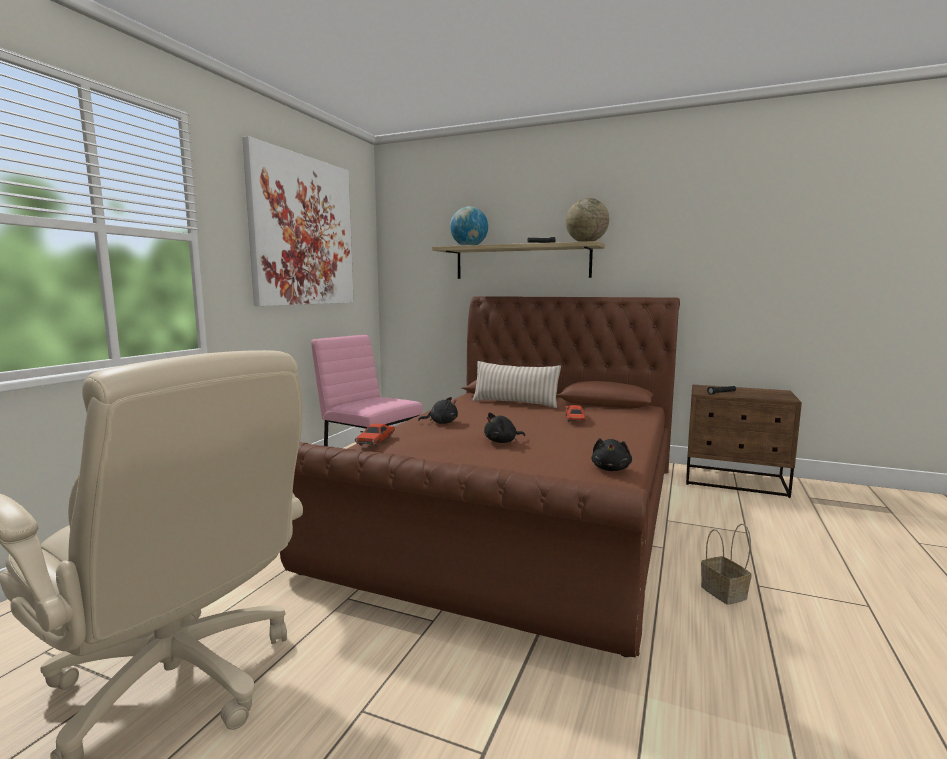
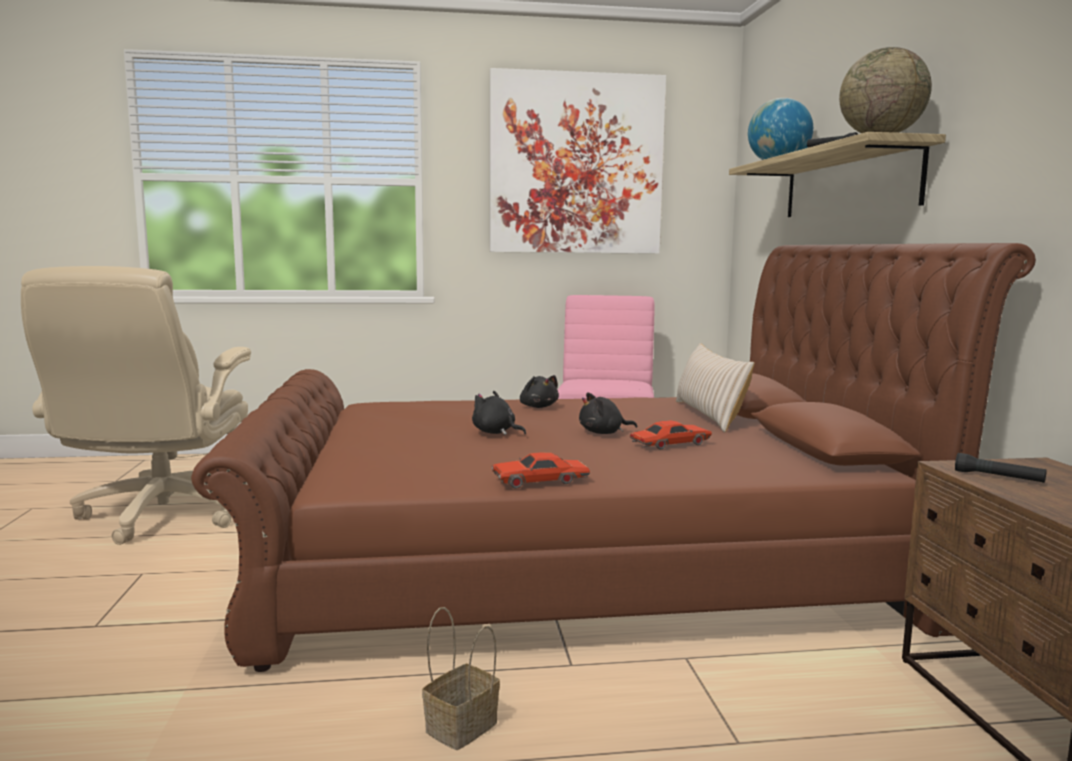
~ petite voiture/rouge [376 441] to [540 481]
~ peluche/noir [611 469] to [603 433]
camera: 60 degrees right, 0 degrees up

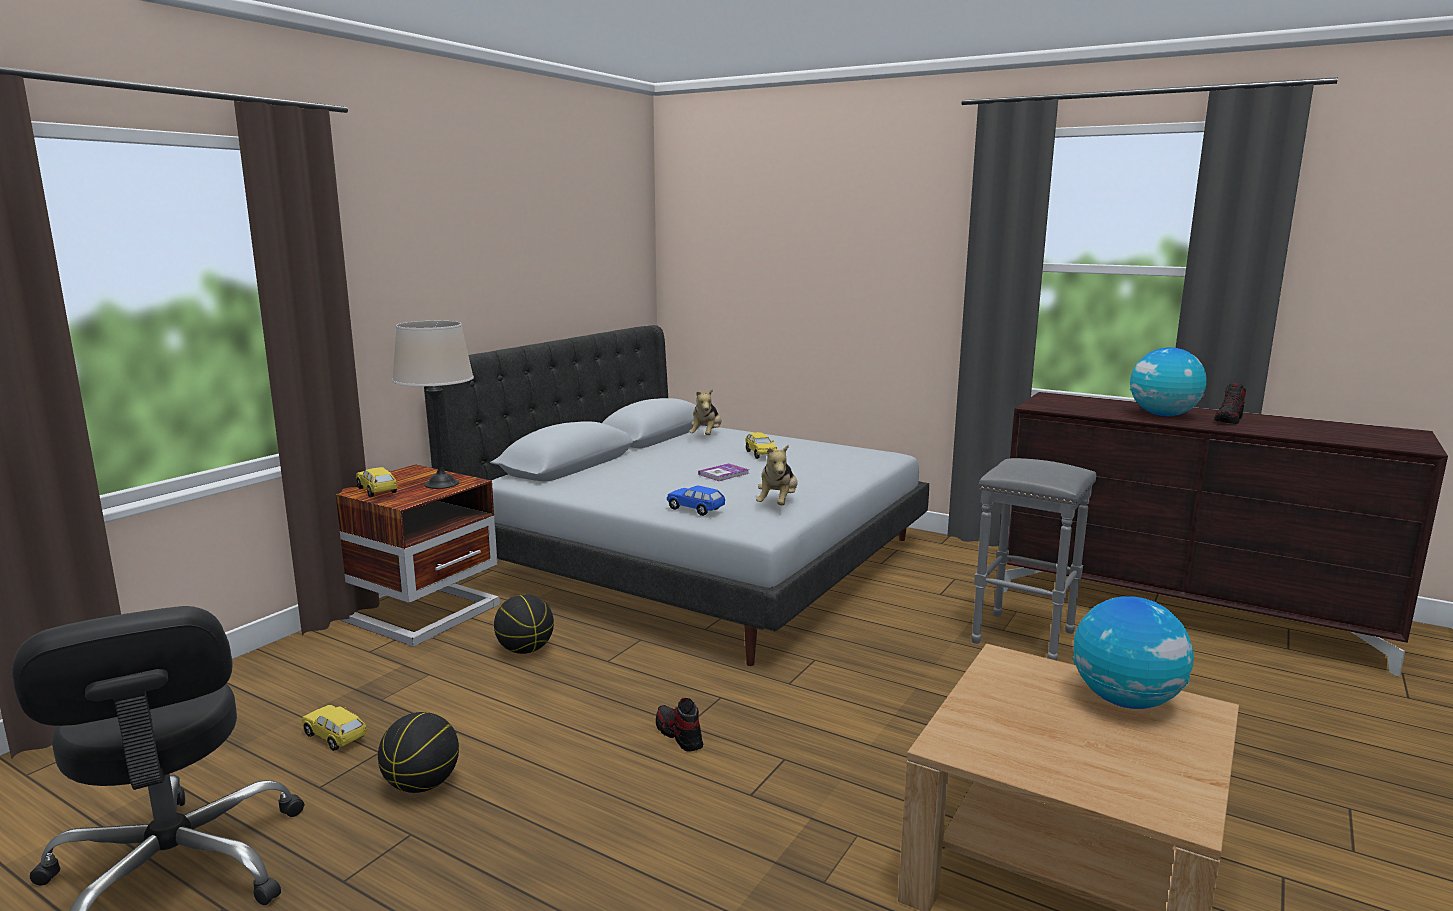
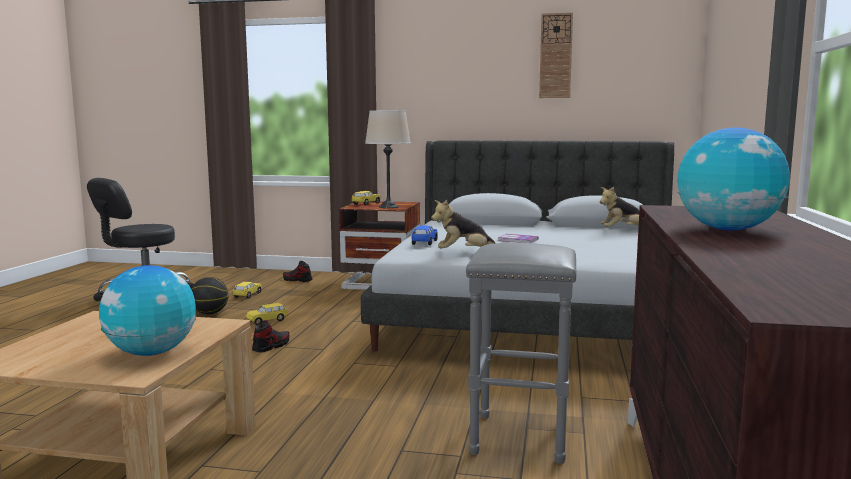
~ petite voiture/jaune [760 454] to [267 321]
~ chaussure [1229 420] to [297 280]
+ horloge murale [555 56]
- ballon de basket [525 650]
camera: 70 degrees right, 5 degrees down

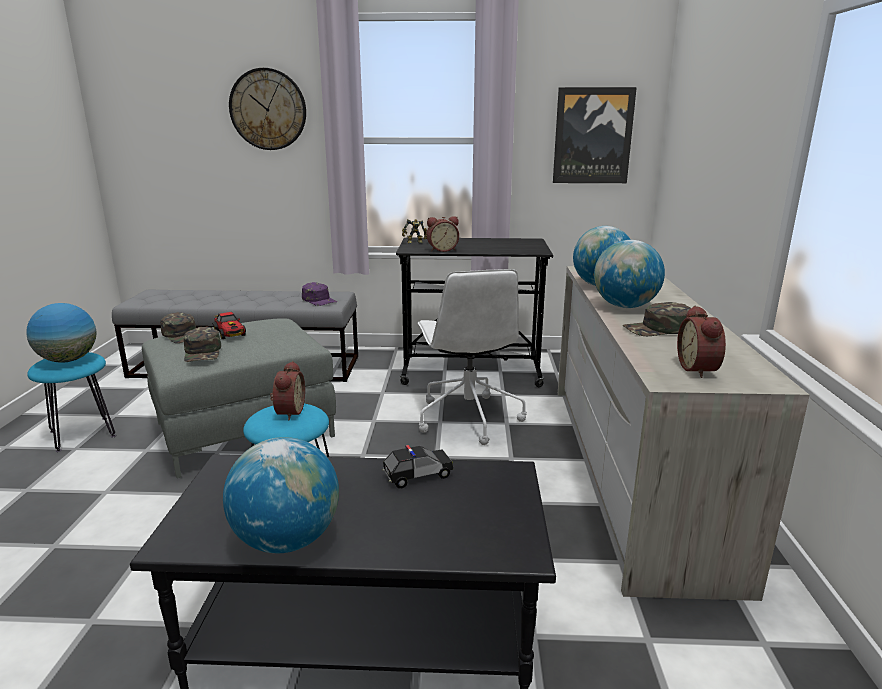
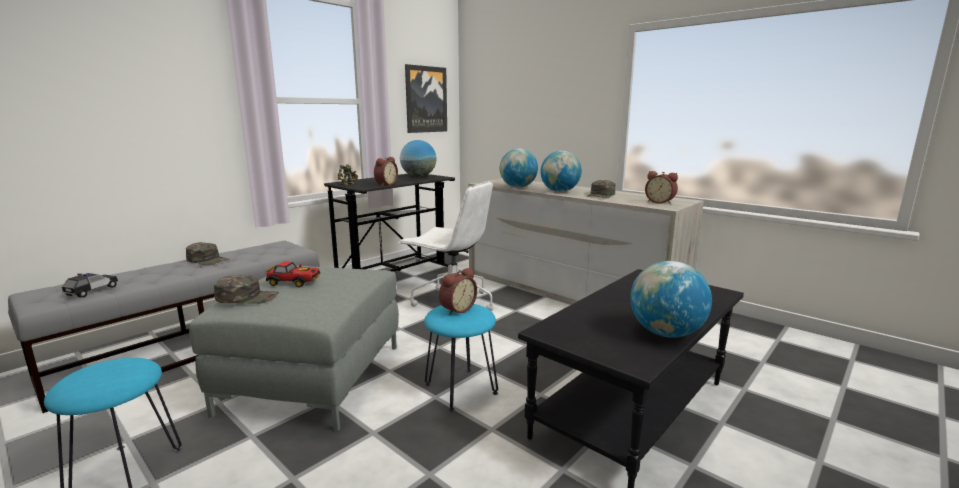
~ petite voiture [417 475] to [91 291]
~ casquette/vert [203 352] to [208 260]
~ globe [68 360] to [418 176]
~ réveil [288 412] = [456 309] 90 degrees clockwise
- horloge murale [268 109]
- casquette/violet [319 300]
camera: 50 degrees left, 5 degrees down

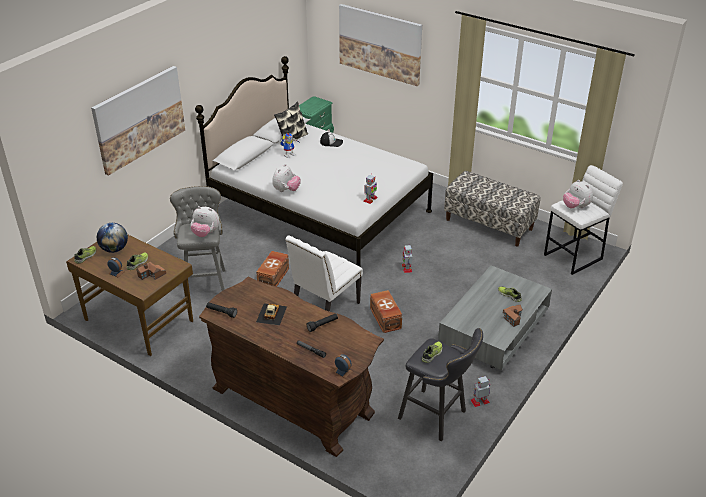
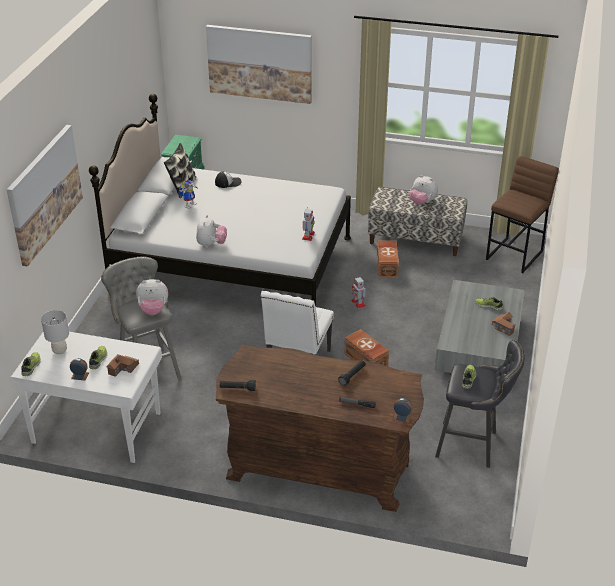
~ bureau/marron [139 319] to bureau/blanc [96 427]
~ globe [114 249] to lampe de table/gris [60 350]
~ boîte de rangement/marron [274 277] to [387 266]
~ peluche [575 207] to [422 202]
~ tabouret/blanc [574 256] to tabouret/marron [515 254]
- petite voiture [271 314]
- robot jouet [480 401]
camera: 20 degrees left, 0 degrees up

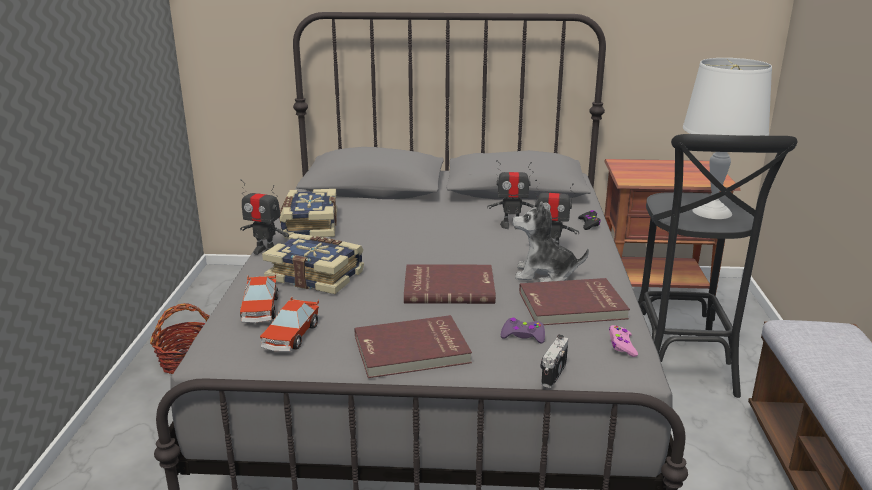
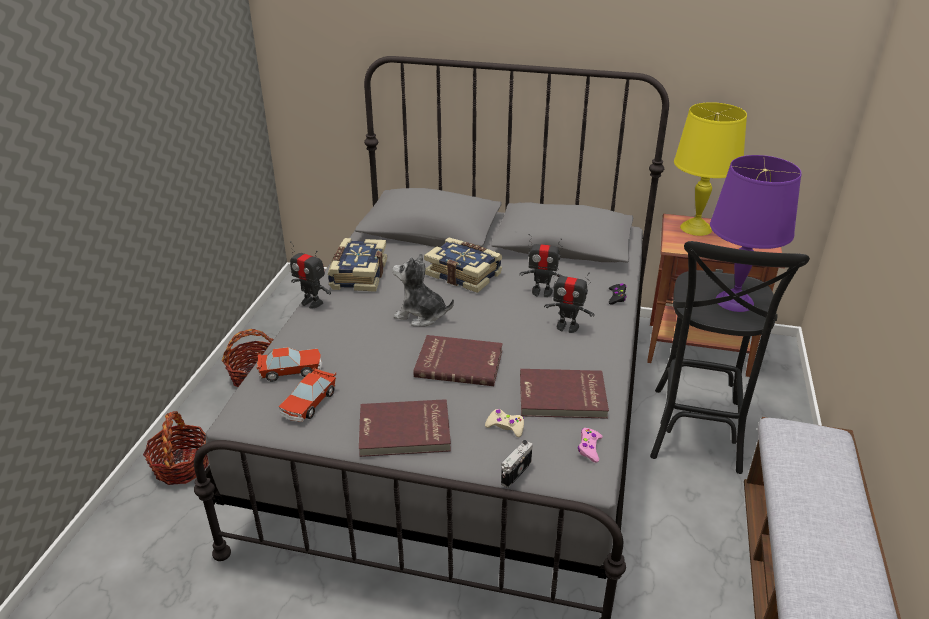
+ panier [182 466]
~ petite voiture [260 309] = [291 371] 105 degrees counterclockwise
~ peluche [544 274] to [421 315]
~ livre [316 275] to [464 274]
~ manette/violet [523 336] to manette/beige [505 426]
+ lampe de table/jaune [695 228]
~ lampe de table/blanc [712 211] to lampe de table/violet [734 301]
camera: 10 degrees right, 10 degrees up

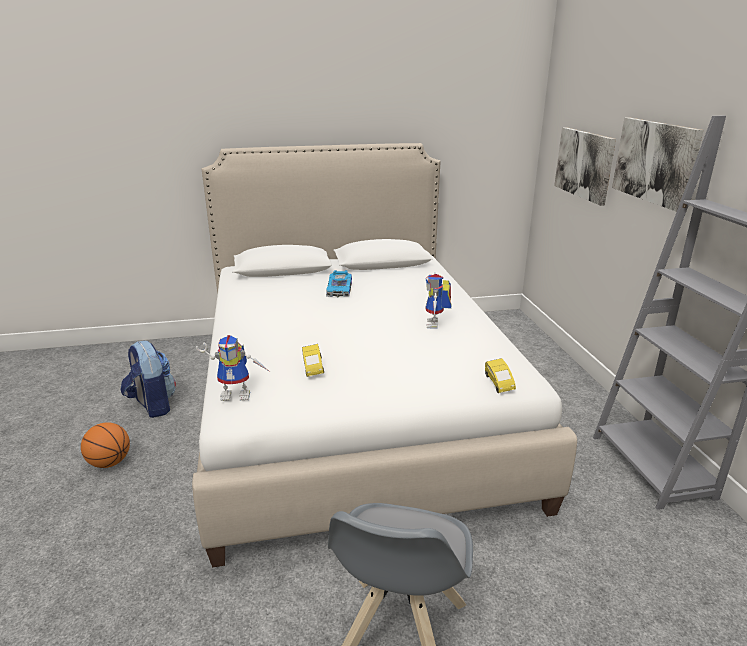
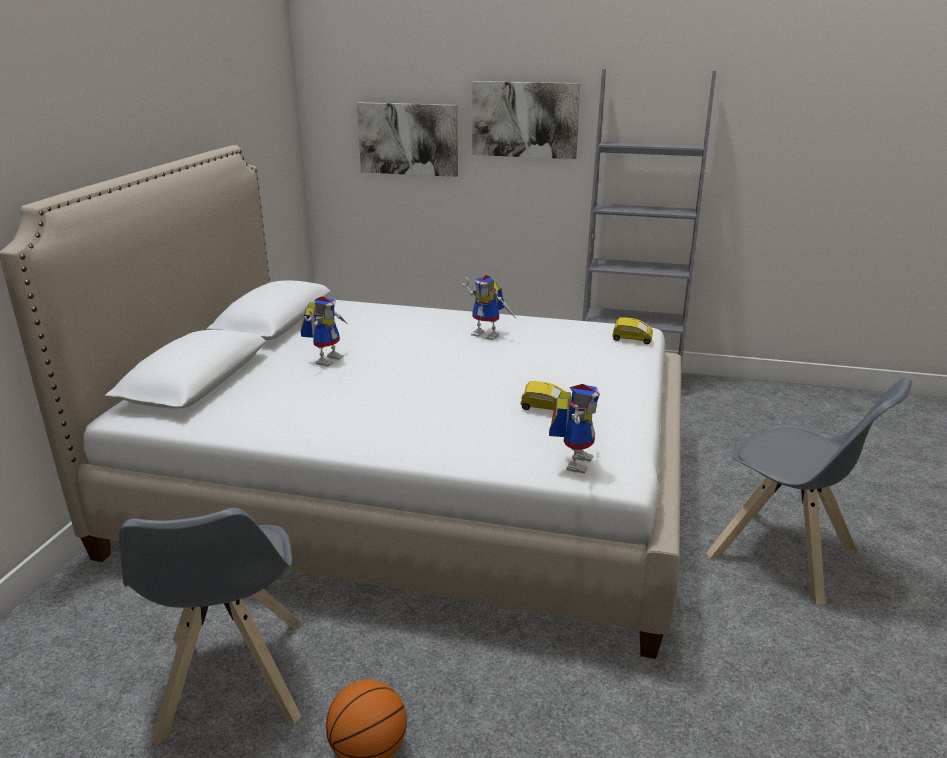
~ sac à dos [152 405] to chaise/gris [232 681]
~ petite voiture [340 289] to robot jouet [327 359]
camera: 65 degrees left, 0 degrees up

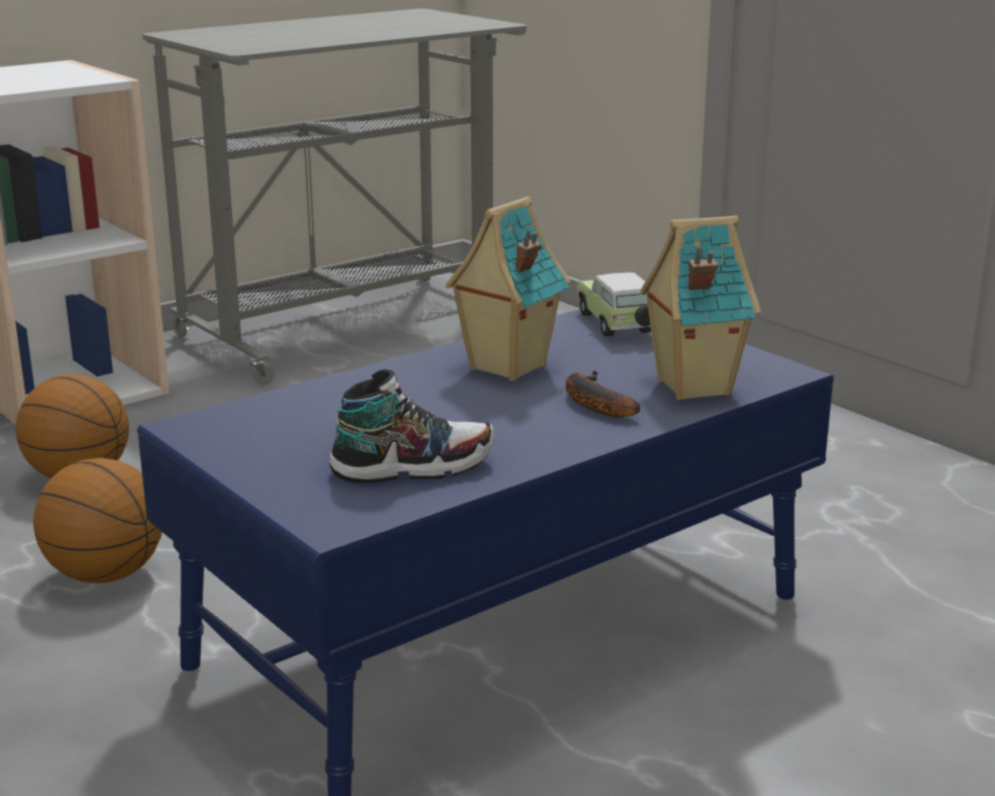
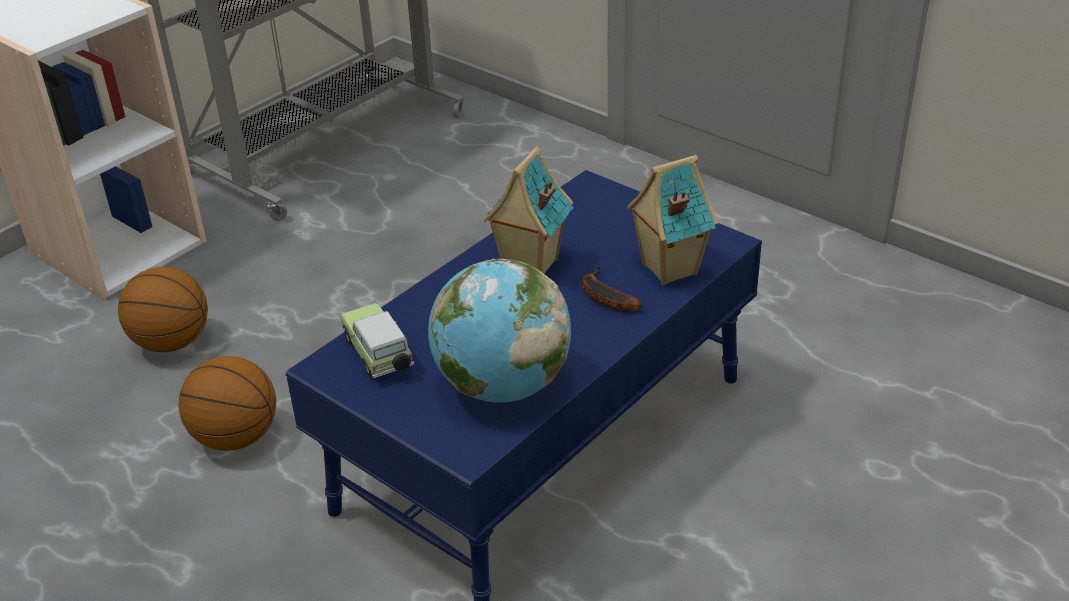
~ petite voiture [617 325] to [379 356]
~ chaussure [412 467] to globe [502 386]
camera: 10 degrees left, 15 degrees up

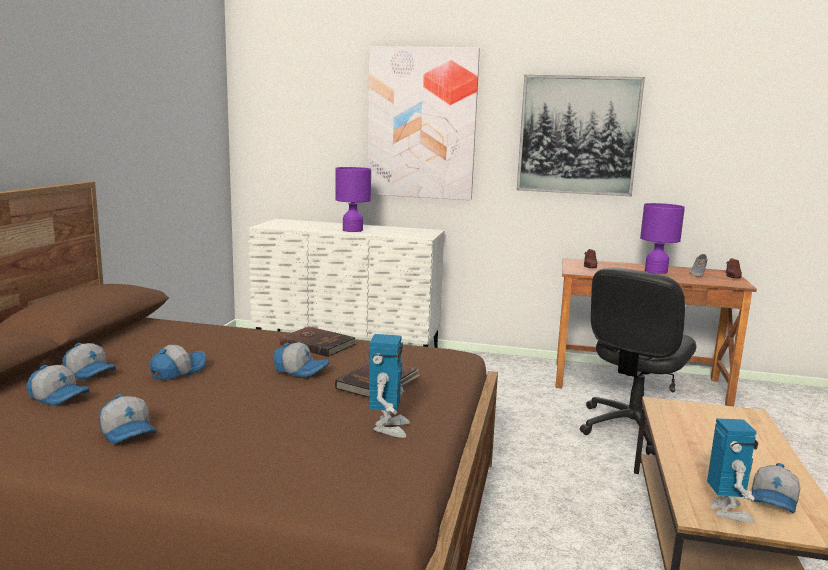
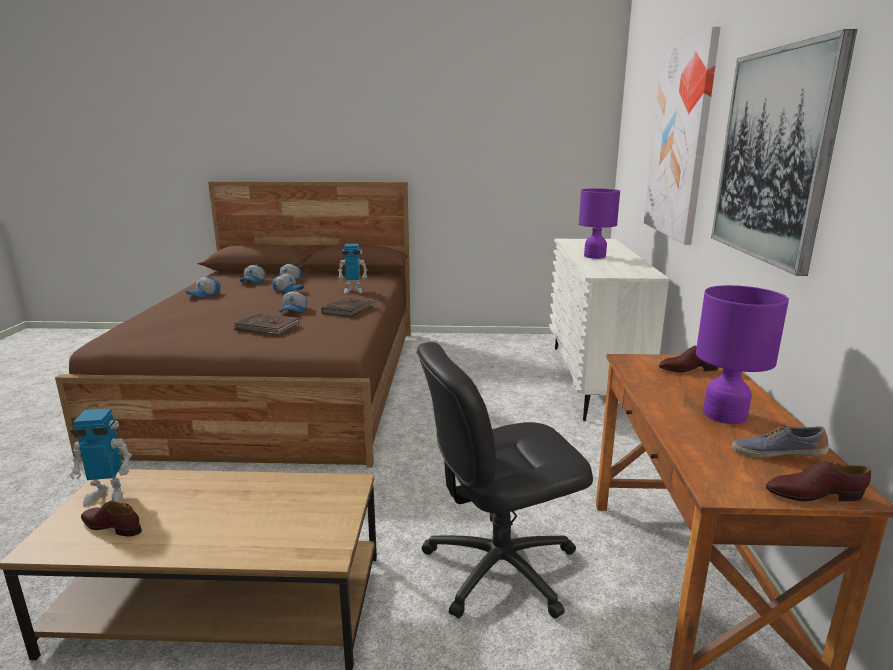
~ casquette [775 500] to chaussure/marron [112 526]
~ robot jouet [388 428] to [353 290]
~ chaise de bureau/noir [632 428] = [499 567] 45 degrees counterclockwise
camera: 80 degrees right, 5 degrees up

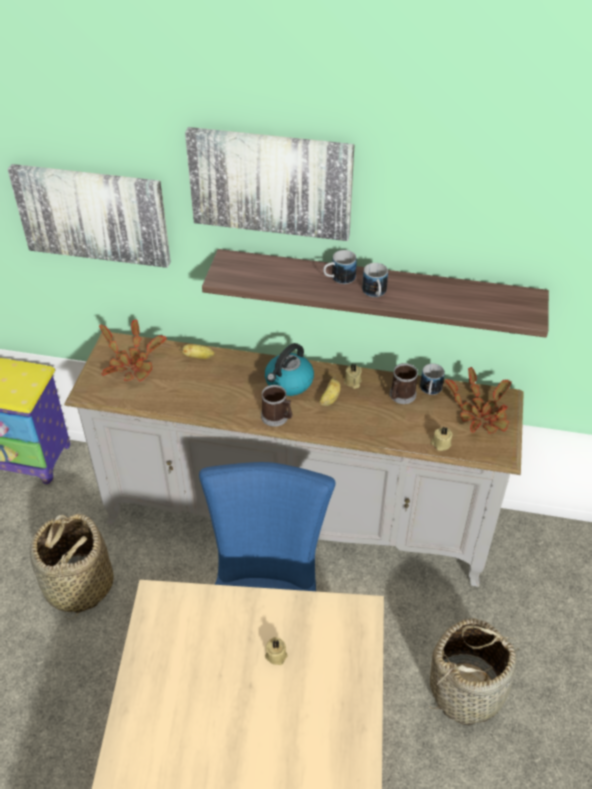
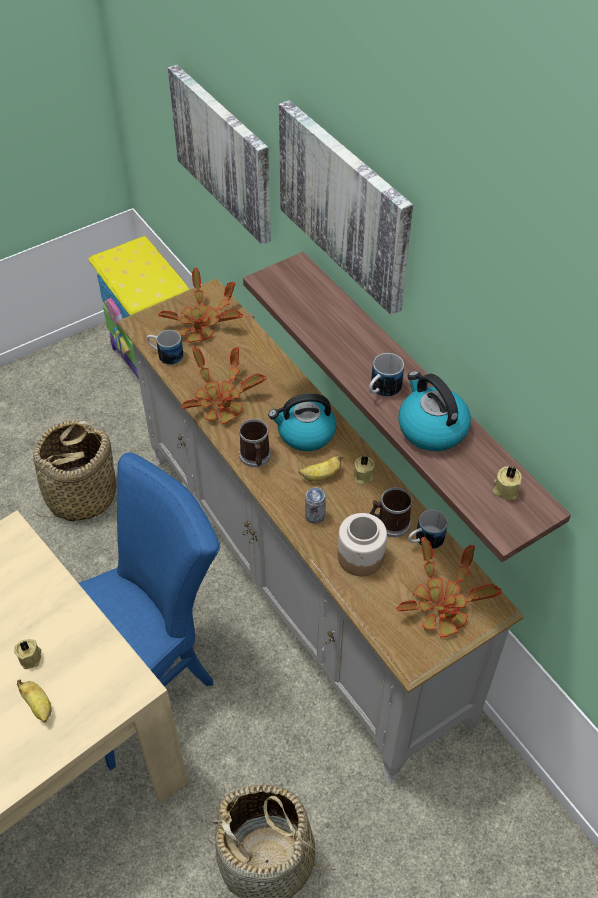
~ banane [198 357] to [39 706]
~ mug [338 278] to [165 355]
+ plante en pot [221 400]
+ boîte métallique [315 516]
+ bocal [361 556]
+ bouilloire [431 428]
~ bougie/beige [440 444] to [505 489]
camera: 45 degrees right, 5 degrees up

